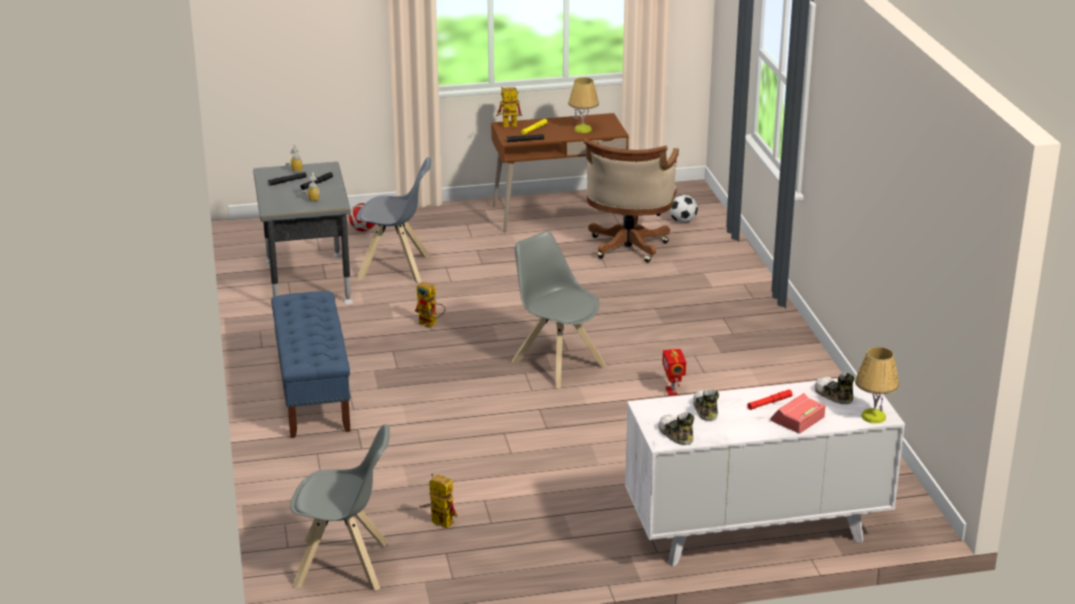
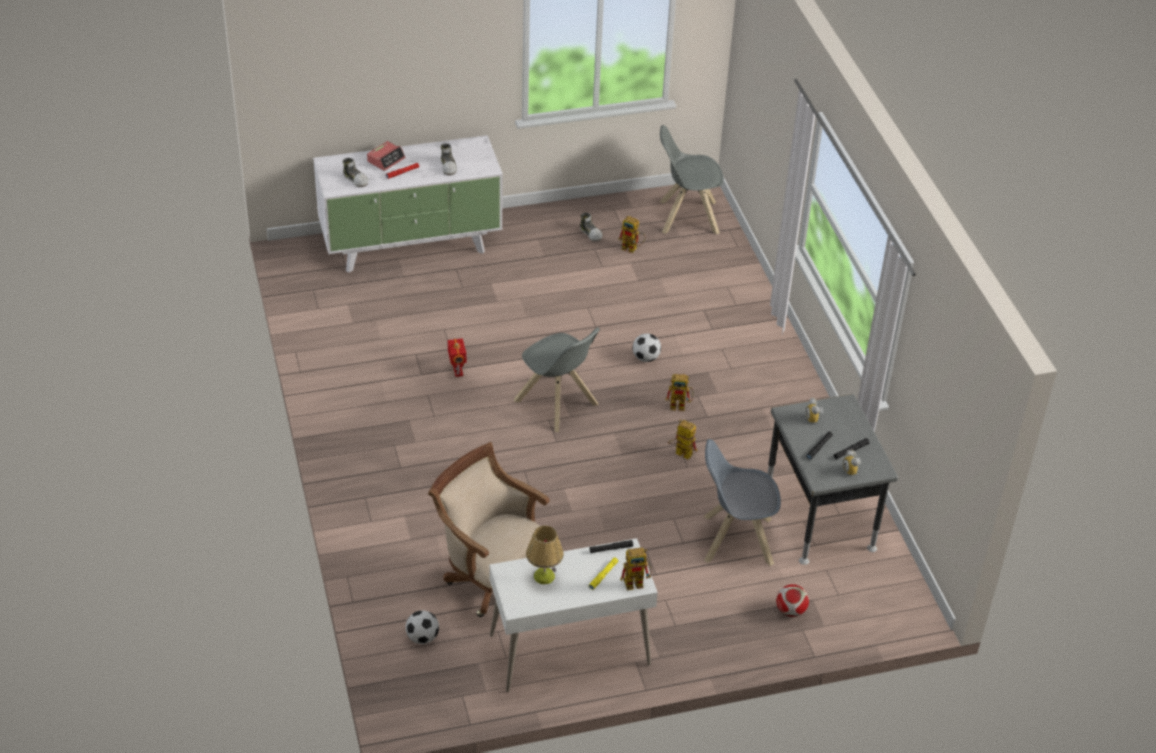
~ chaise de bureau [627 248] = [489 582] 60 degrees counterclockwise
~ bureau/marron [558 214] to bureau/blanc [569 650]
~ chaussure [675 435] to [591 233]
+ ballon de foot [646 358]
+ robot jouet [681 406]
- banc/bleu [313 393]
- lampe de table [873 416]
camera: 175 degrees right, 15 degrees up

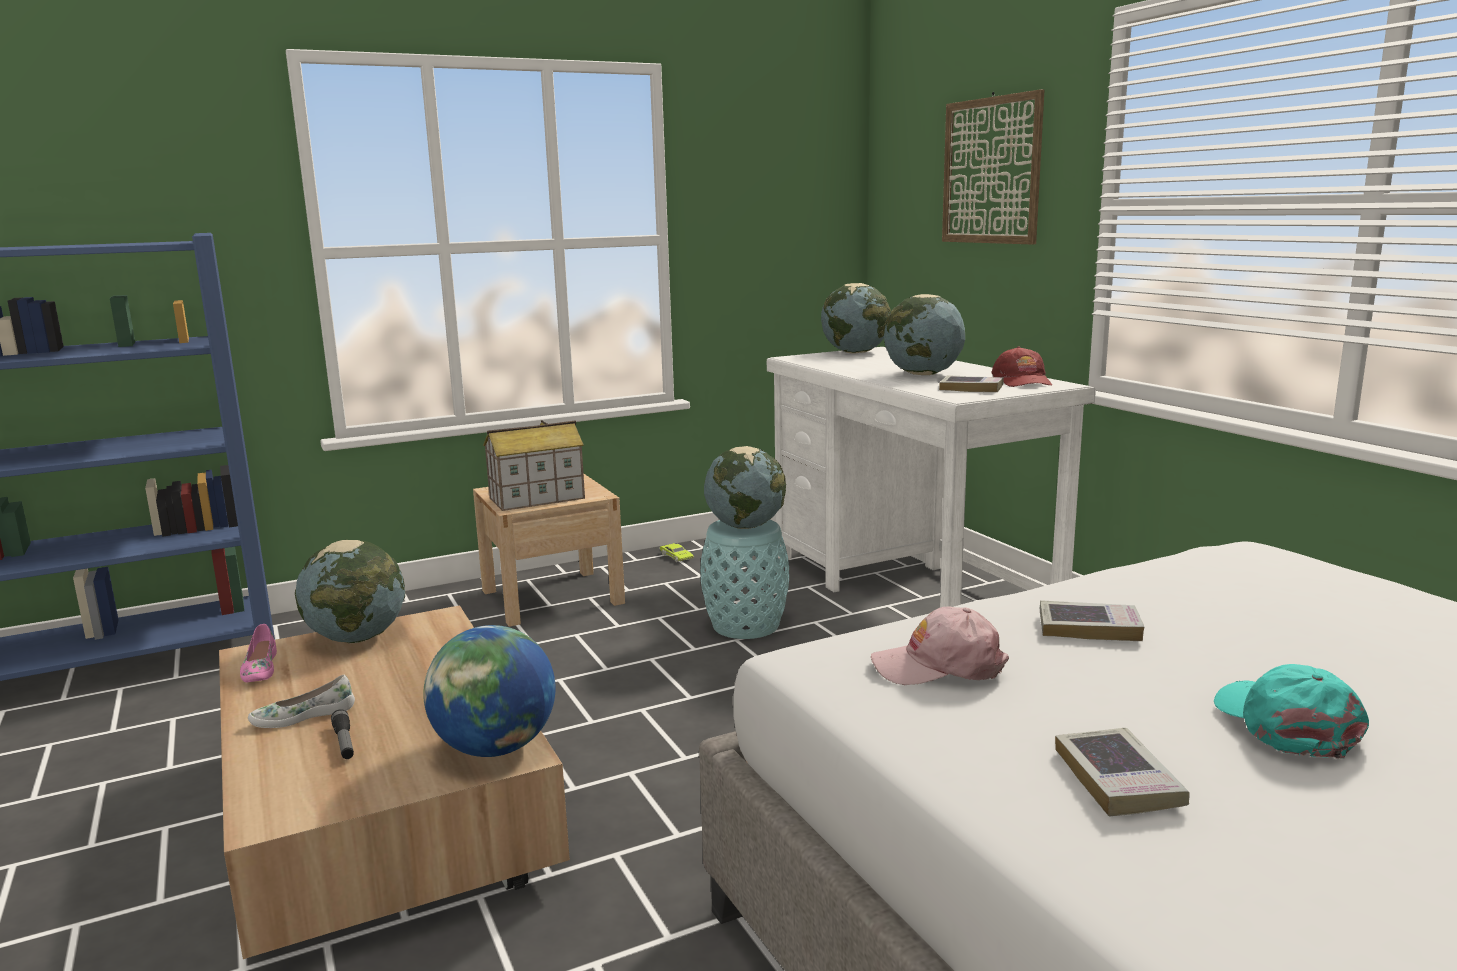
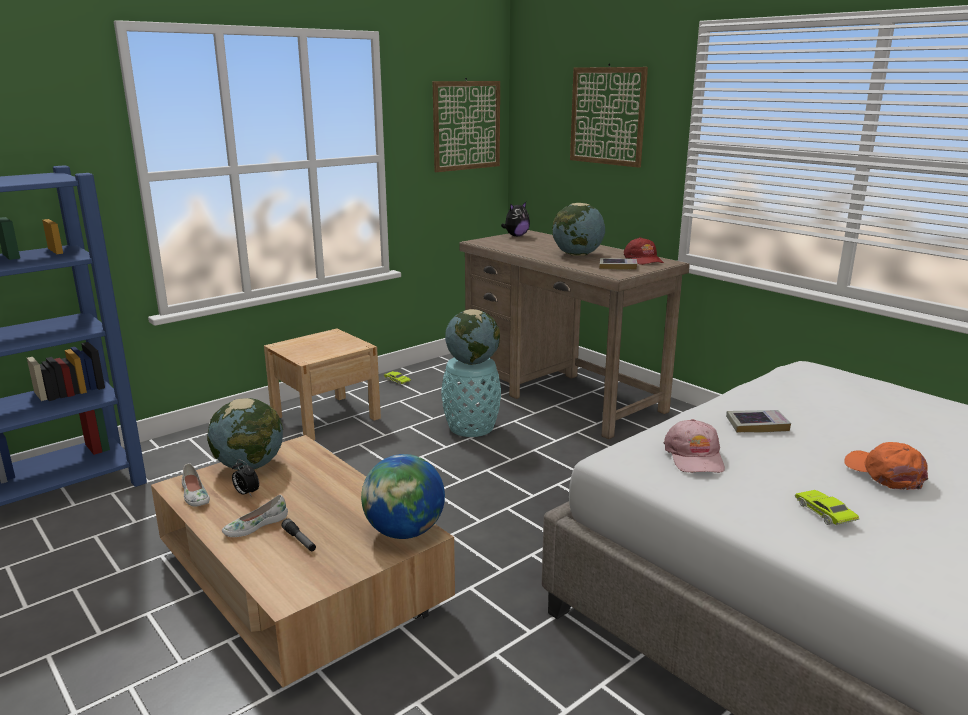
~ chaussure/rose [259 668] to chaussure/blanc [194 495]
+ réveil [246 493]
+ tableau [466 124]
~ bureau/blanc [909 589] to bureau/marron [563 393]
~ globe [855 352] to peluche [516 236]
~ casquette/rose [938 666] = [695 457] 75 degrees counterclockwise
~ livre [1117 780] to petite voiture/vert [824 513]
~ casquette/turquoise [1285 724] to casquette/orange [884 473]
- maison miniature [536 498]
camera: 15 degrees left, 5 degrees up

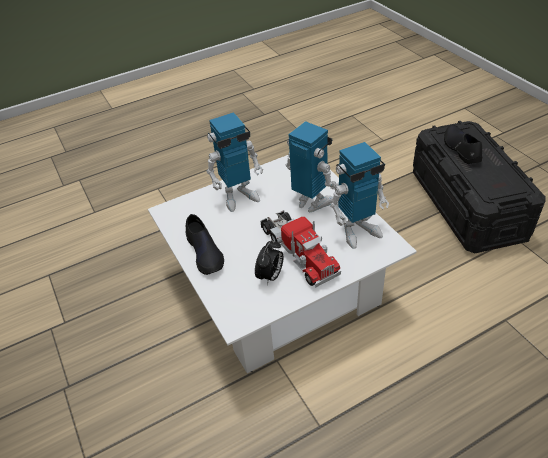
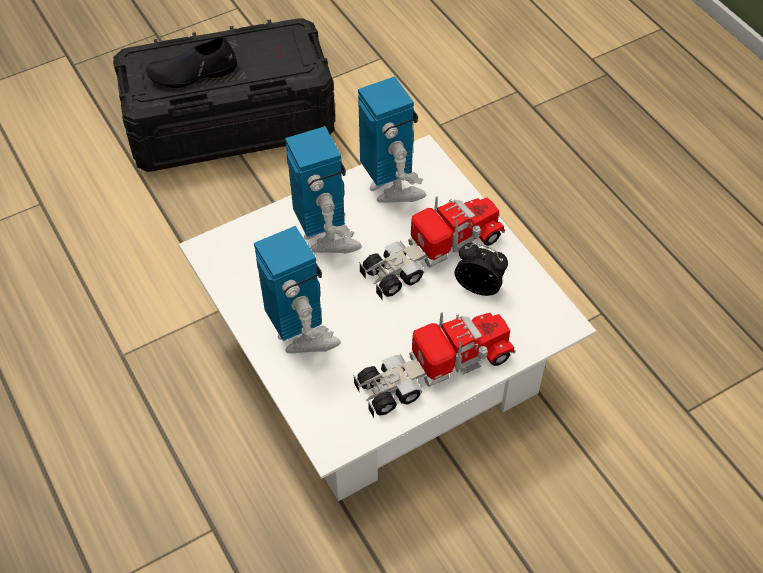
~ robot jouet [312 202] = [326 238] 120 degrees clockwise
~ chaussure/noir [205 253] to camion jouet [433 371]
camera: 95 degrees left, 10 degrees up

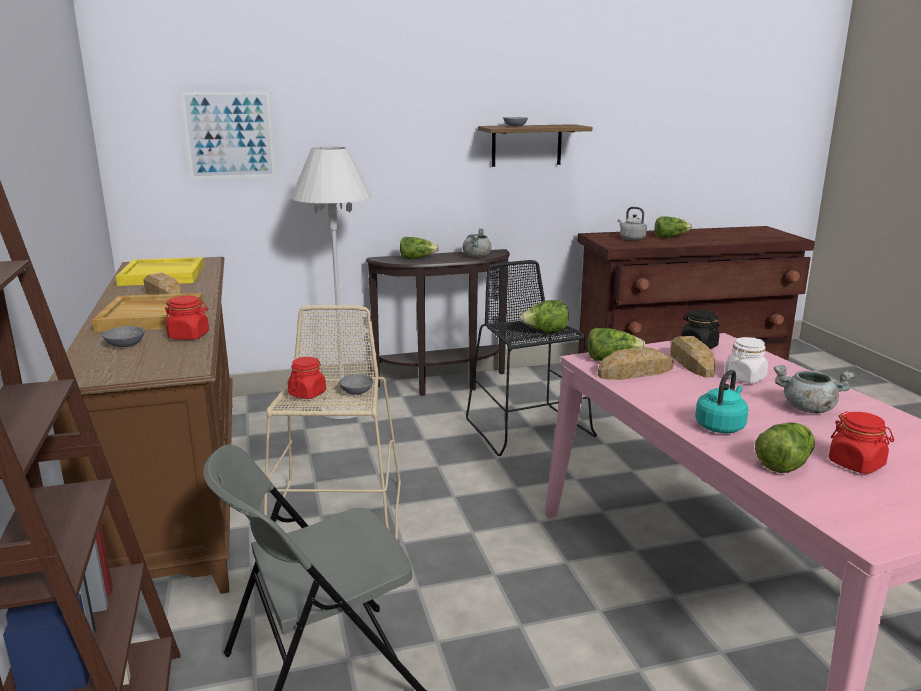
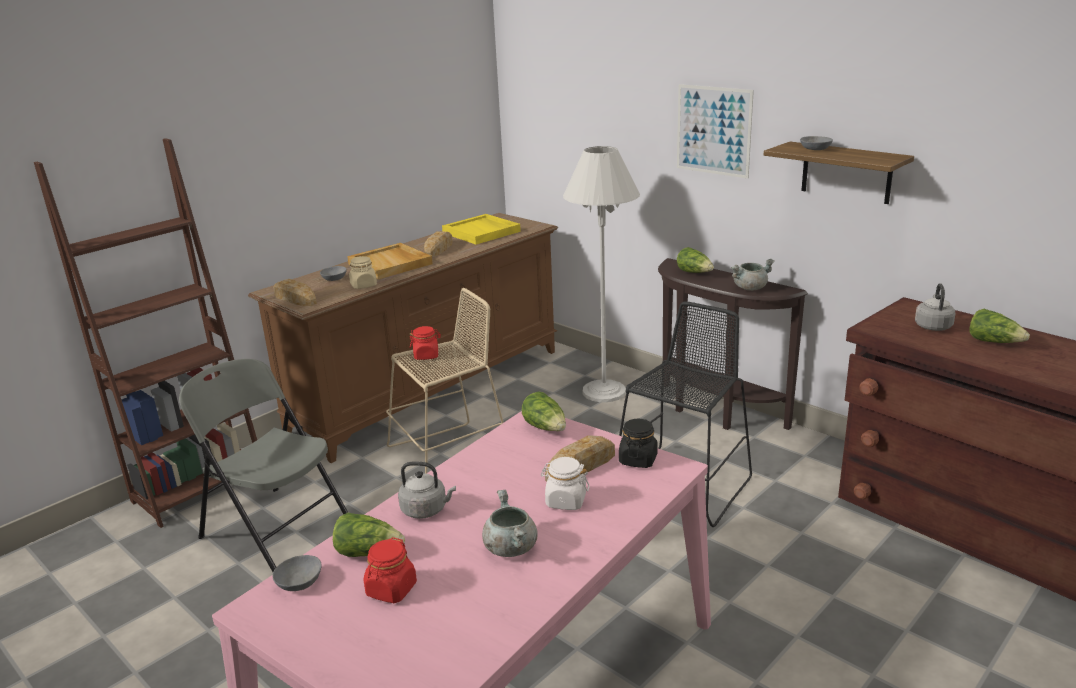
~ bol/gris [355 391] to [299 581]
~ pain [635 372] to [295 298]
~ bocal/rouge [189 336] to bocal/beige [363 285]
~ bouilloire/turquoise [721 426] to bouilloire/gris [426 510]
~ tableau [229 135] to [713 130]
- laitue [545 332]
camera: 60 degrees right, 5 degrees up

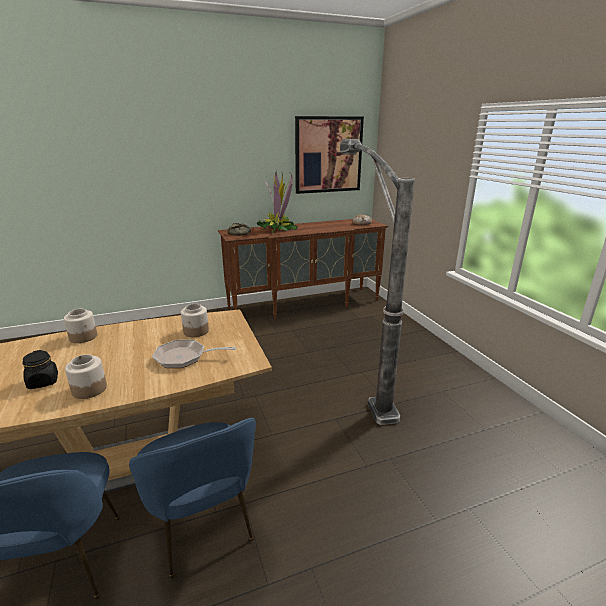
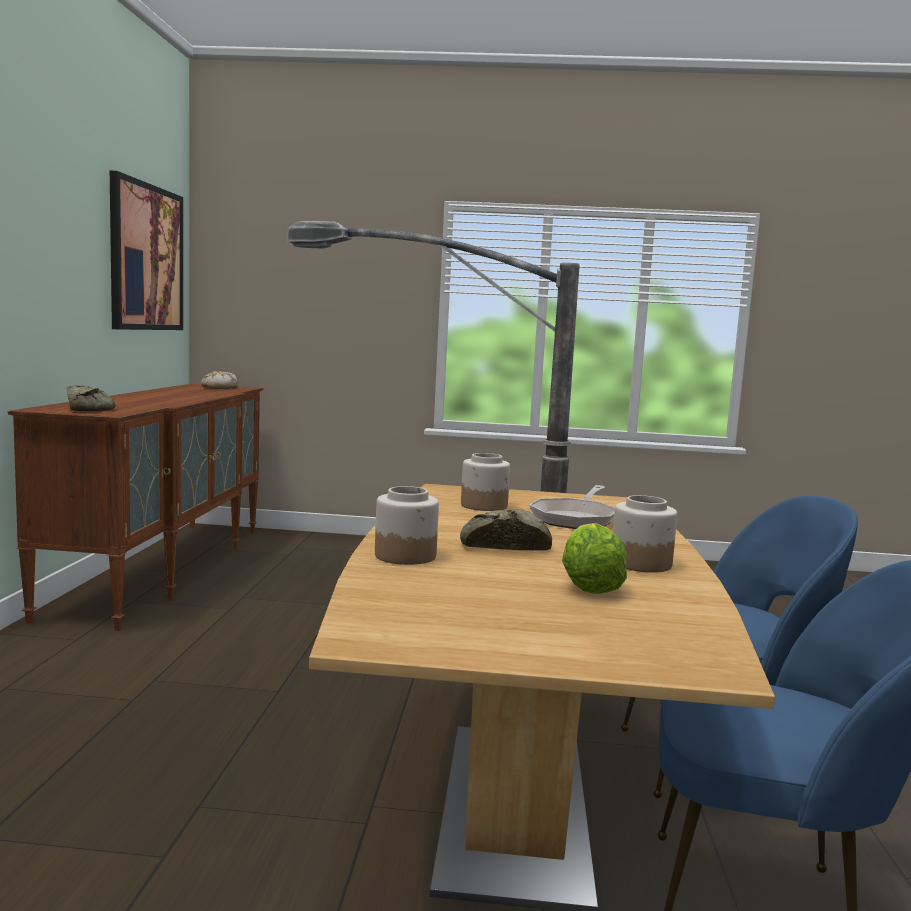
+ pain [503 544]
~ bocal/noir [43 382] to laitue [589 586]
- plante en pot [278 229]
camera: 65 degrees left, 15 degrees down

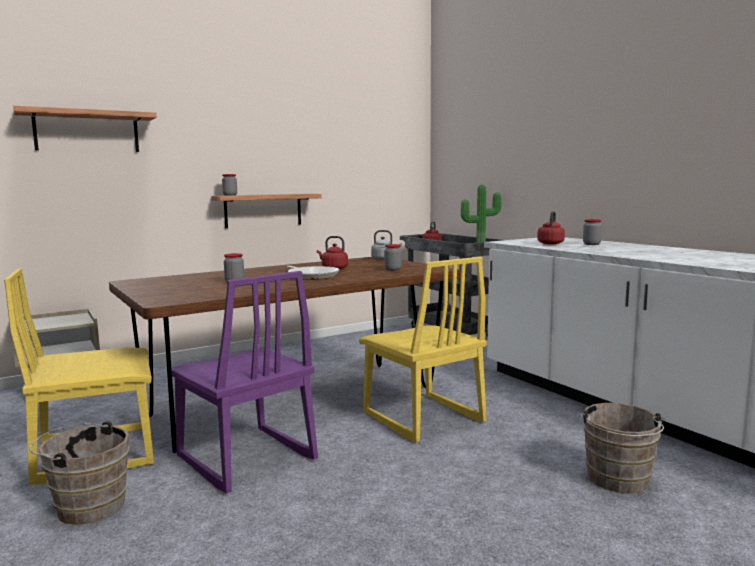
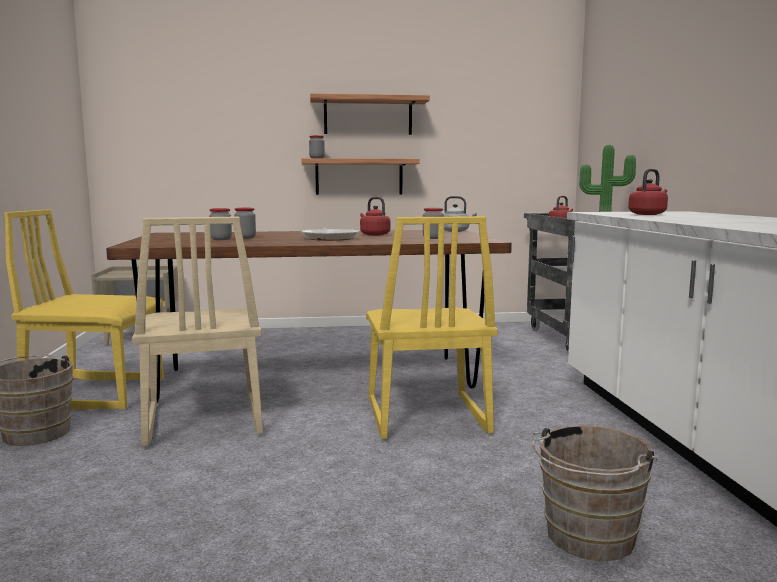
~ chaise/violet [245 459] to chaise/beige [202 421]
~ bocal [591 244] to [221 239]
~ étagère [87 132] to [368 116]
camera: 25 degrees right, 0 degrees up

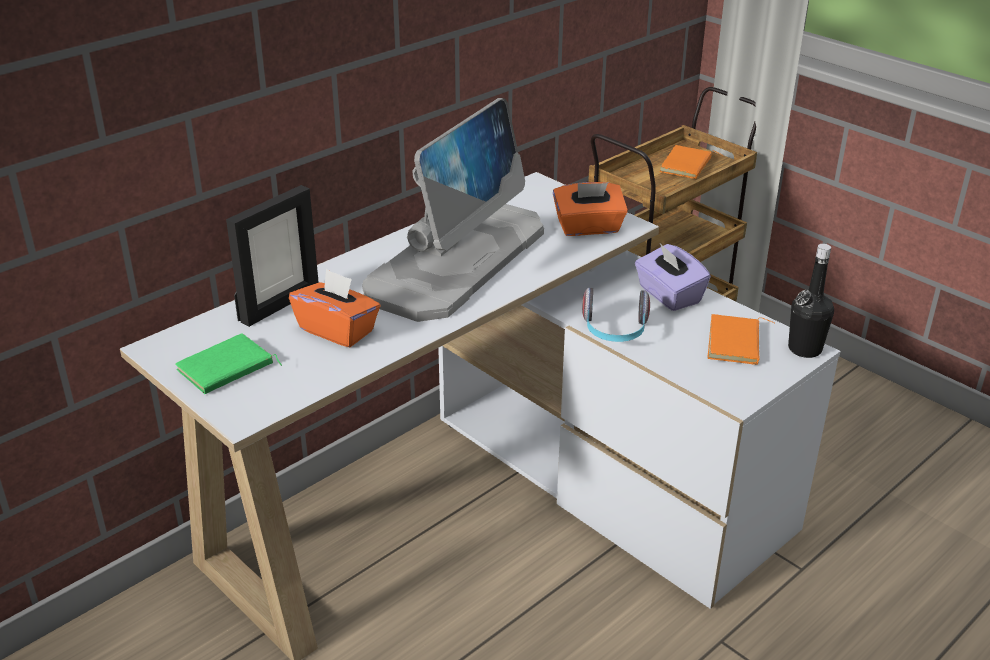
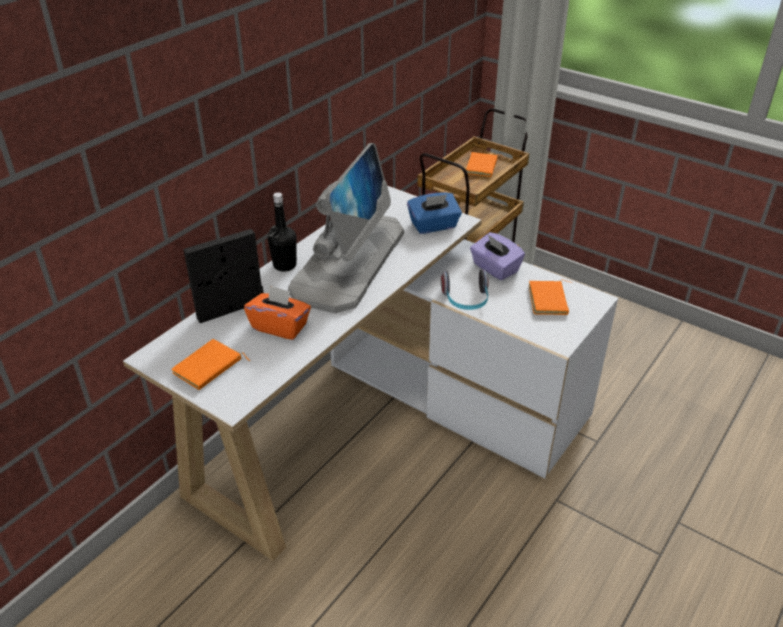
~ livre/vert [226 369] to livre/orange [209 368]
~ cadre photo [279 304] = [231 311] 150 degrees counterclockwise
~ bouteille/noir [804 349] to [284 265]
~ boîte à mouchoirs/orange [588 228] to boîte à mouchoirs/bleu [433 226]
camera: 10 degrees left, 5 degrees up

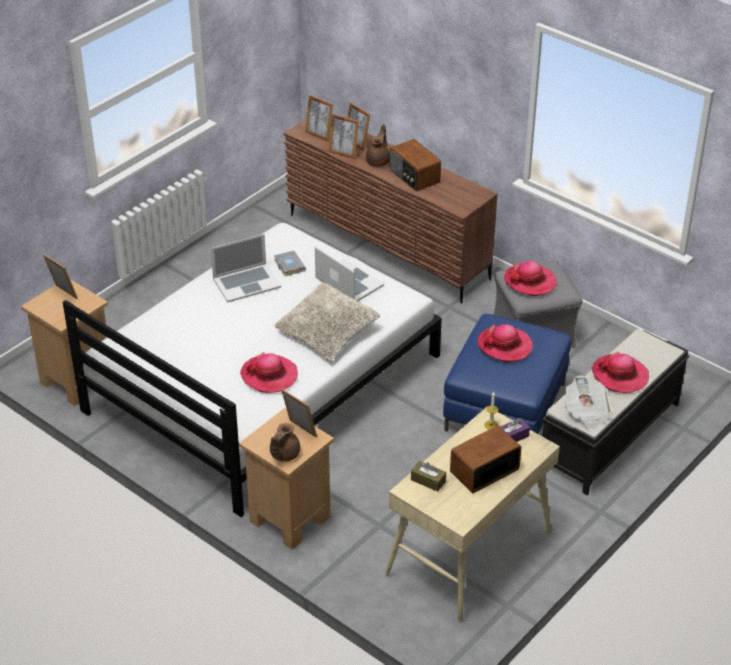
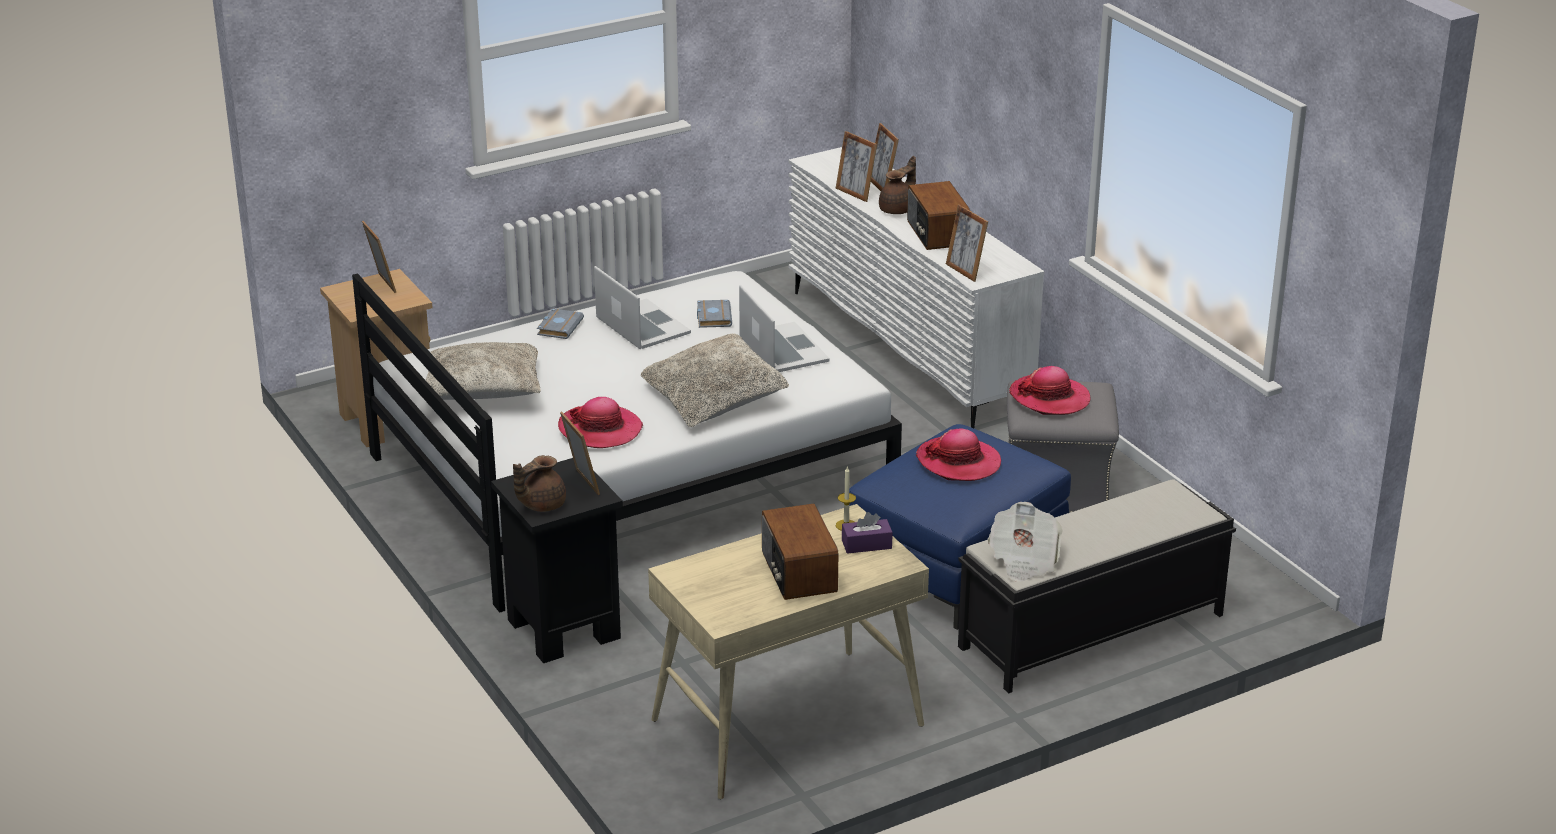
+ coussin/beige [483 390]
~ table de chevet/beige [290 518] to table de chevet/noir [565 628]
+ livre/gris [559 327]
~ ordinateur portable [246 282] = [642 325] 120 degrees counterclockwise
~ radio [483 470] = [797 573] 90 degrees counterclockwise
~ commode/marron [387 248] to commode/blanc [907 353]
~ cadre photo [319 135] to [965 271]
- boîte à mouchoirs/marron [428 480]
- chapeau [620 375]
camera: 20 degrees right, 10 degrees down

